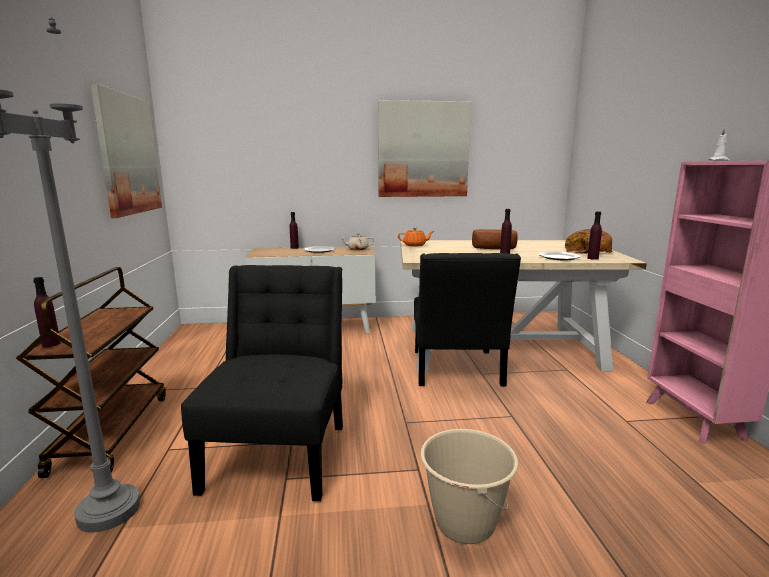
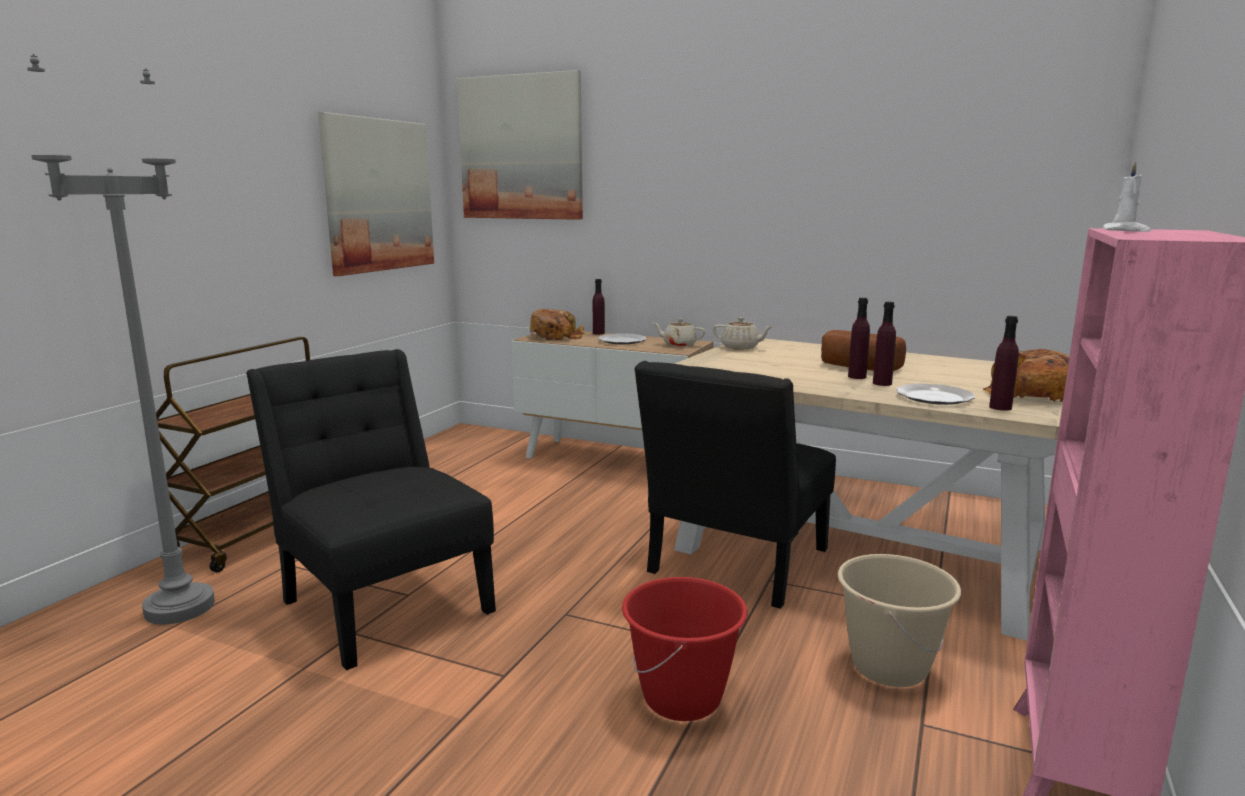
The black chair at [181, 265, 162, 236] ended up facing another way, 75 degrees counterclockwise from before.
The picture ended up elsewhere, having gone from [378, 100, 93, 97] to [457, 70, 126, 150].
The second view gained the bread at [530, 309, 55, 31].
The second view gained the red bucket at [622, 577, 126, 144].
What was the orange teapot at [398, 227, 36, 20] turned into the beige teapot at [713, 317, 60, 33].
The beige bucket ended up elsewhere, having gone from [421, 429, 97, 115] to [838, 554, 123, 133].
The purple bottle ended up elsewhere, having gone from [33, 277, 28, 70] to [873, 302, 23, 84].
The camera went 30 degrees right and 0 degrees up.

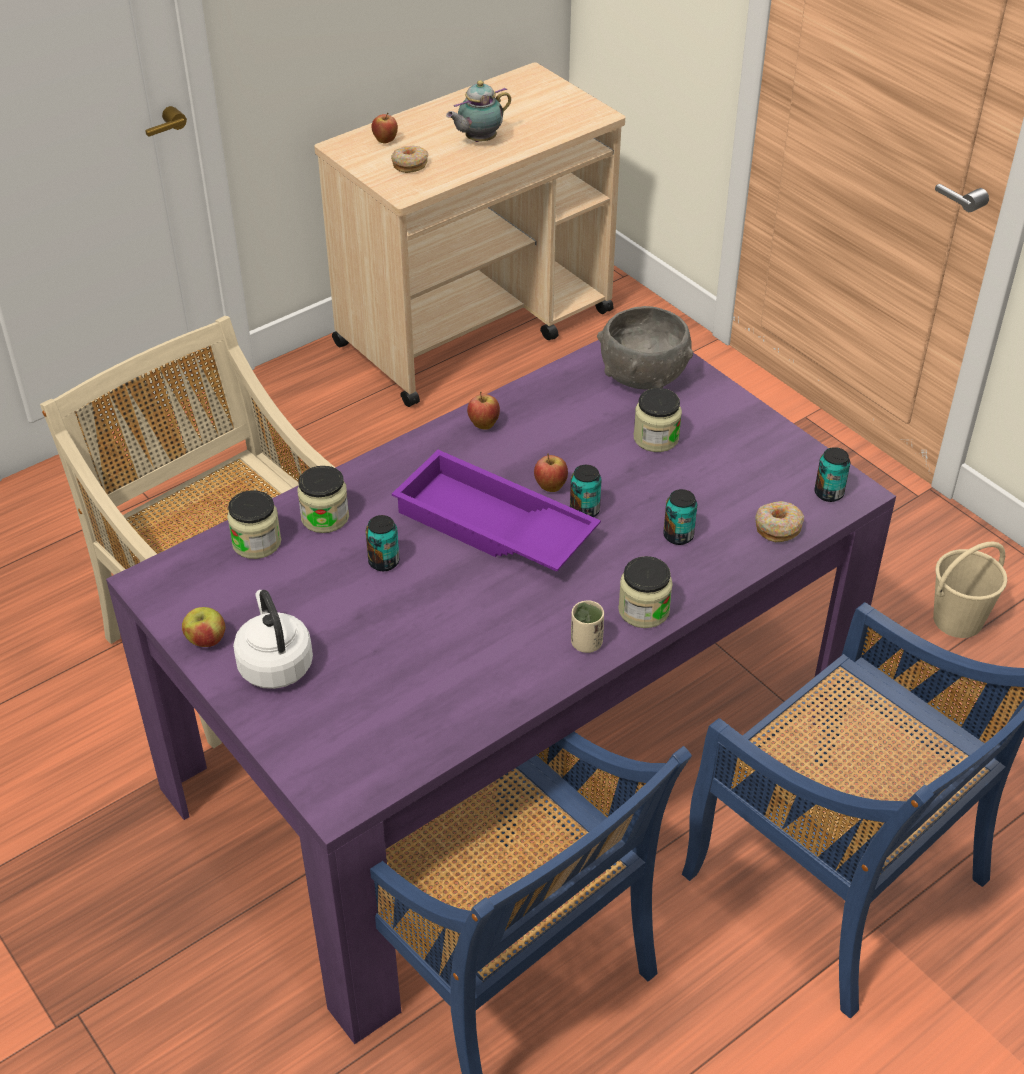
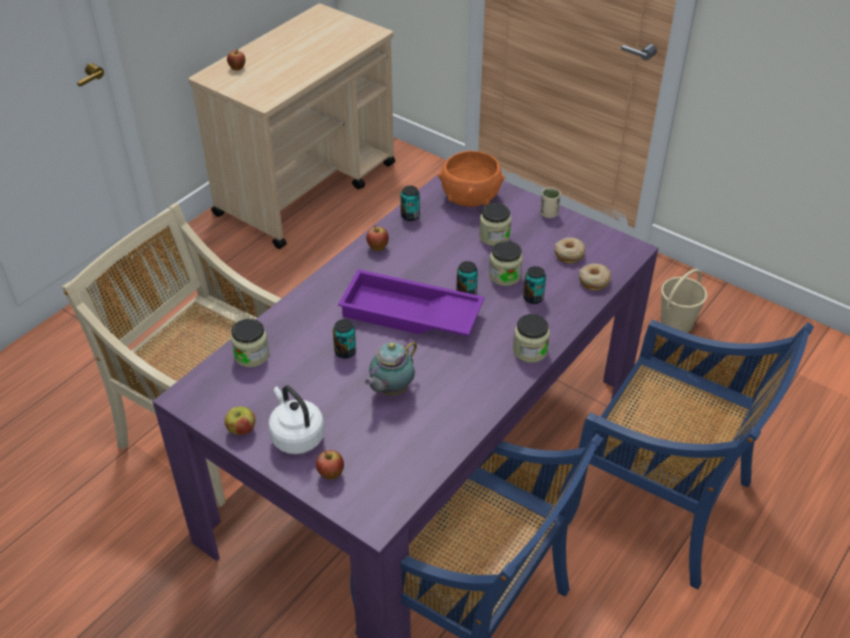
The apple ended up elsewhere, having gone from [534, 453, 34, 39] to [316, 450, 28, 30].
The teapot ended up elsewhere, having gone from [446, 80, 65, 62] to [363, 339, 54, 56].
The can ended up elsewhere, having gone from [814, 447, 36, 55] to [400, 186, 20, 35].
What was the grey bowl at [597, 306, 96, 83] turned into the orange bowl at [438, 151, 67, 56].
The jar ended up elsewhere, having gone from [298, 466, 51, 67] to [489, 241, 34, 45].
The beige cup ended up elsewhere, having gone from [571, 600, 33, 53] to [540, 187, 21, 31].
The donut ended up elsewhere, having gone from [391, 146, 38, 27] to [554, 237, 31, 27].
The camera went 15 degrees left and 0 degrees up.

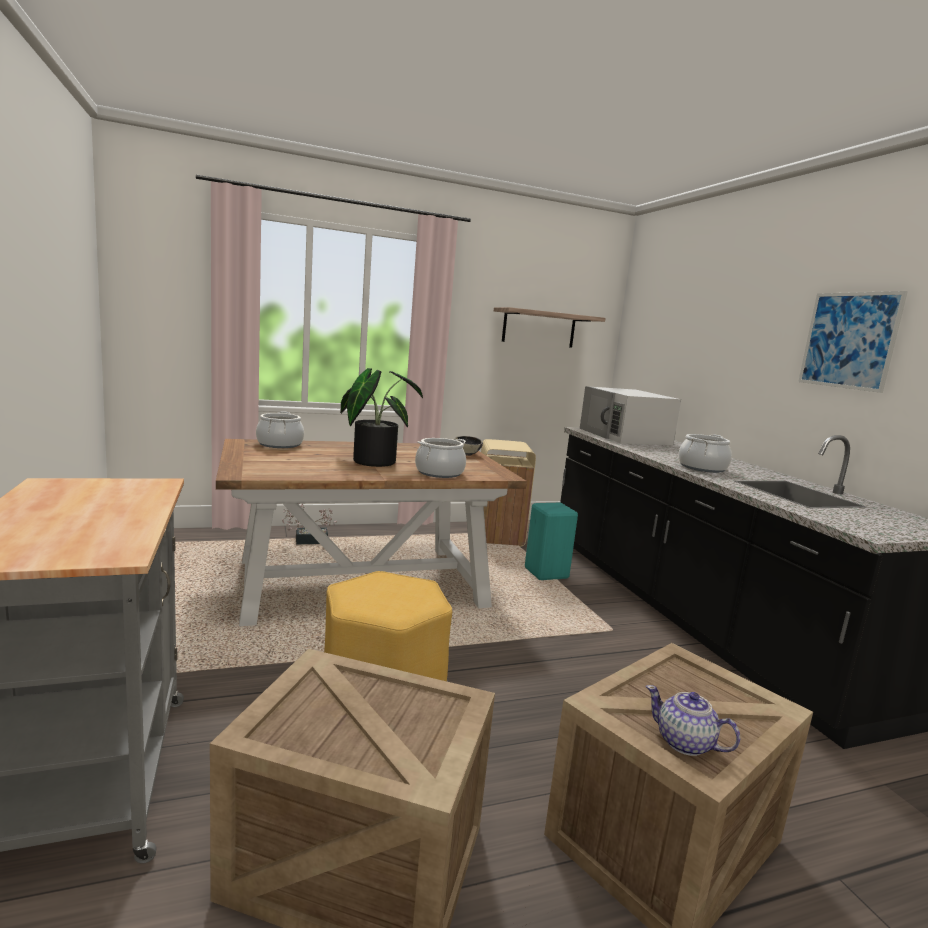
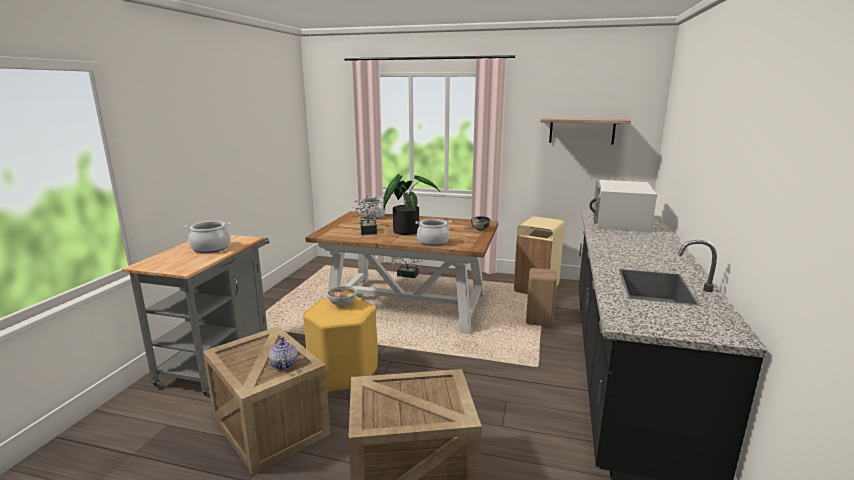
The cooking pot ended up elsewhere, having gone from [678, 434, 54, 39] to [184, 221, 47, 32].
The teapot ended up elsewhere, having gone from [646, 685, 94, 71] to [269, 336, 29, 34].
The second view gained the bowl at [327, 286, 30, 21].
The second view gained the potted plant at [353, 196, 27, 39].
What was the turquoise stool at [525, 503, 53, 77] turned into the beige stool at [526, 268, 31, 59].
The second view lost the picture at [798, 291, 110, 102].
The camera went 35 degrees right and 5 degrees up.

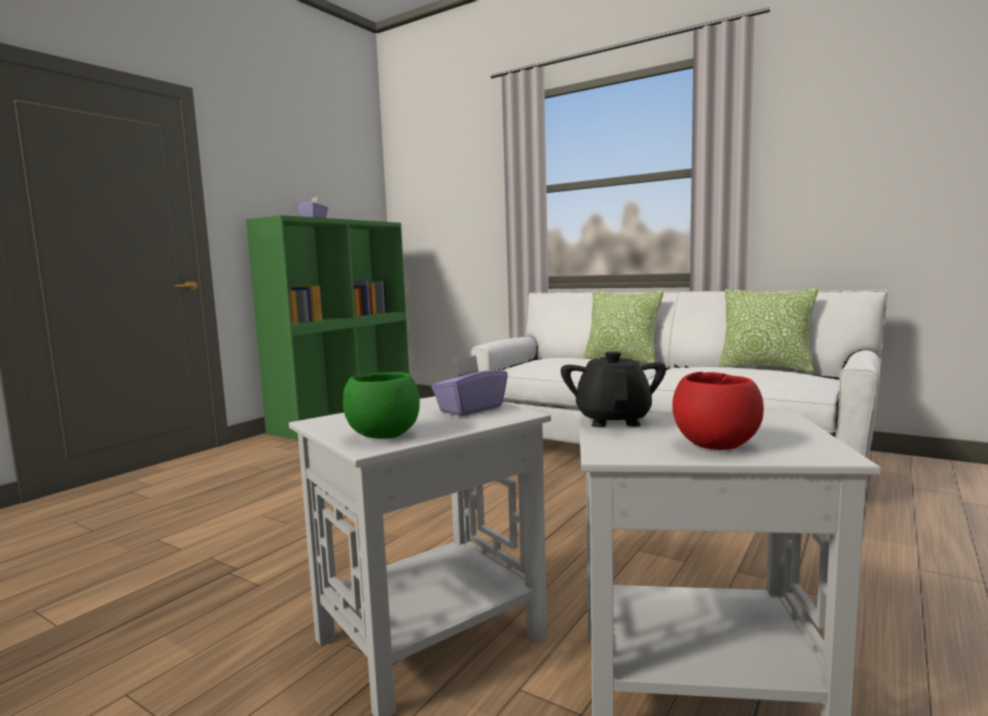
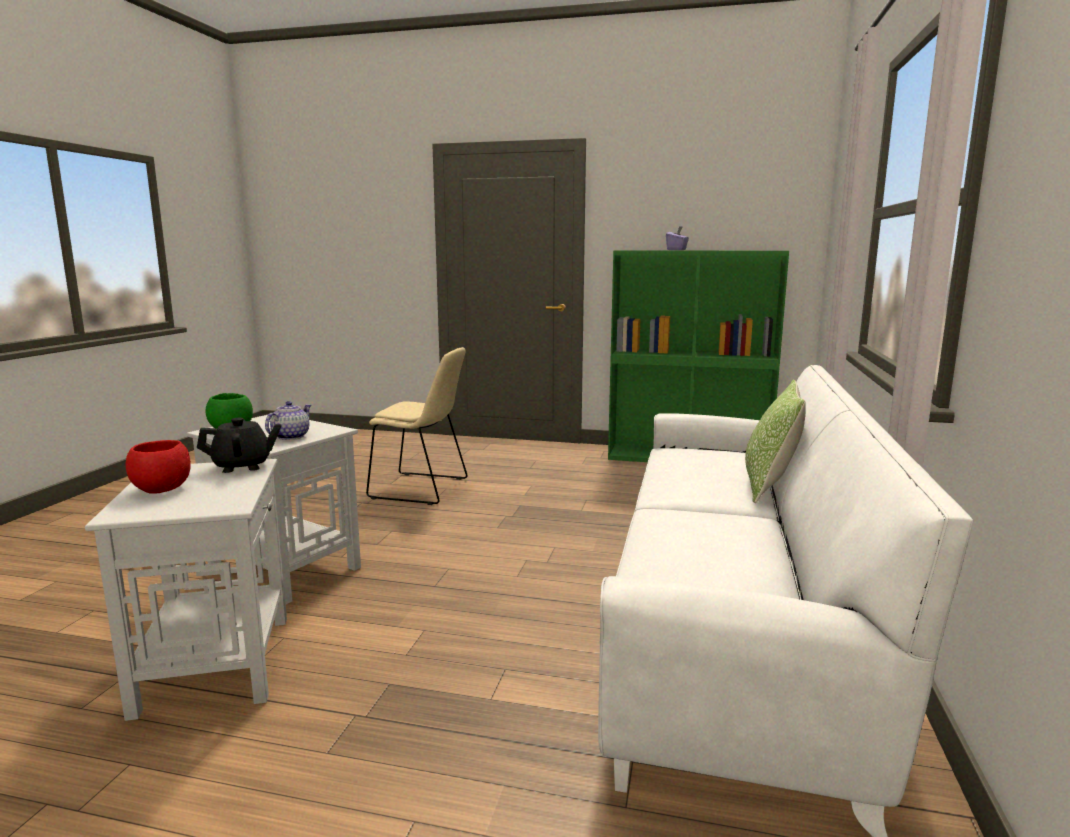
Where the purple tissue box stood at [431, 355, 77, 61], the teapot came to stand at [265, 401, 47, 39].
The second view gained the beige chair at [366, 347, 101, 158].
The second view lost the pillow at [718, 288, 100, 84].
The camera went 70 degrees right and 5 degrees up.

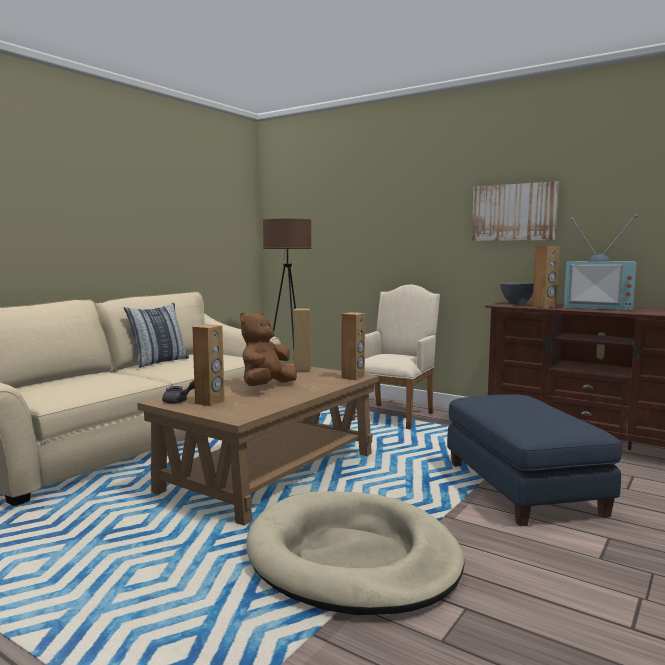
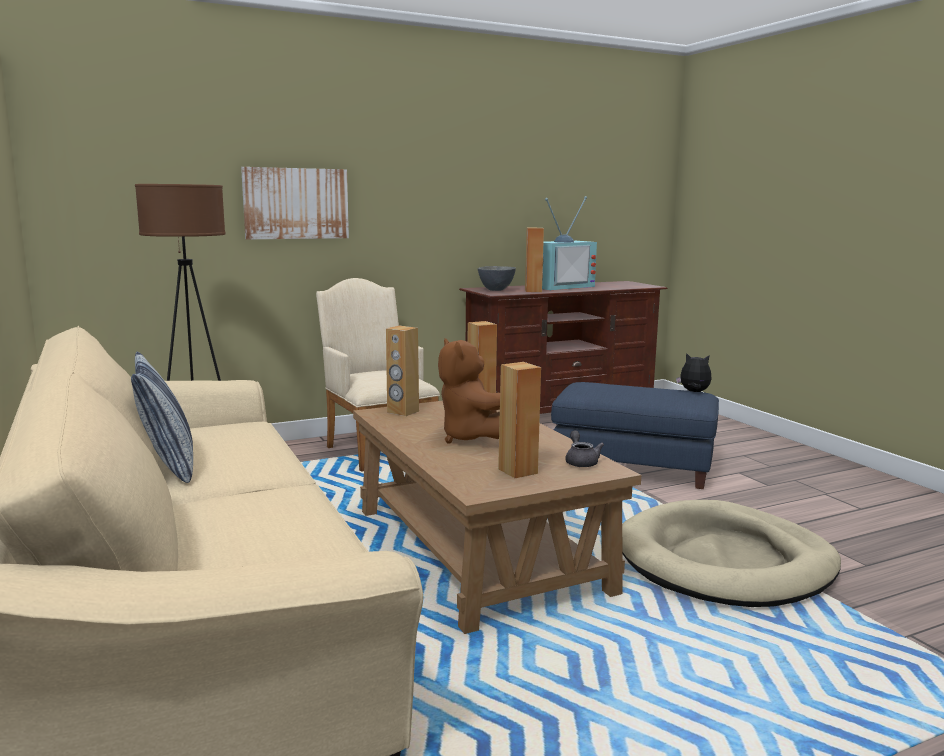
The picture ended up elsewhere, having gone from [472, 181, 87, 60] to [241, 167, 108, 72].
The grey teapot ended up elsewhere, having gone from [162, 380, 33, 24] to [565, 430, 39, 37].
The second view gained the plush toy at [676, 353, 36, 39].
The camera went 60 degrees left and 5 degrees up.

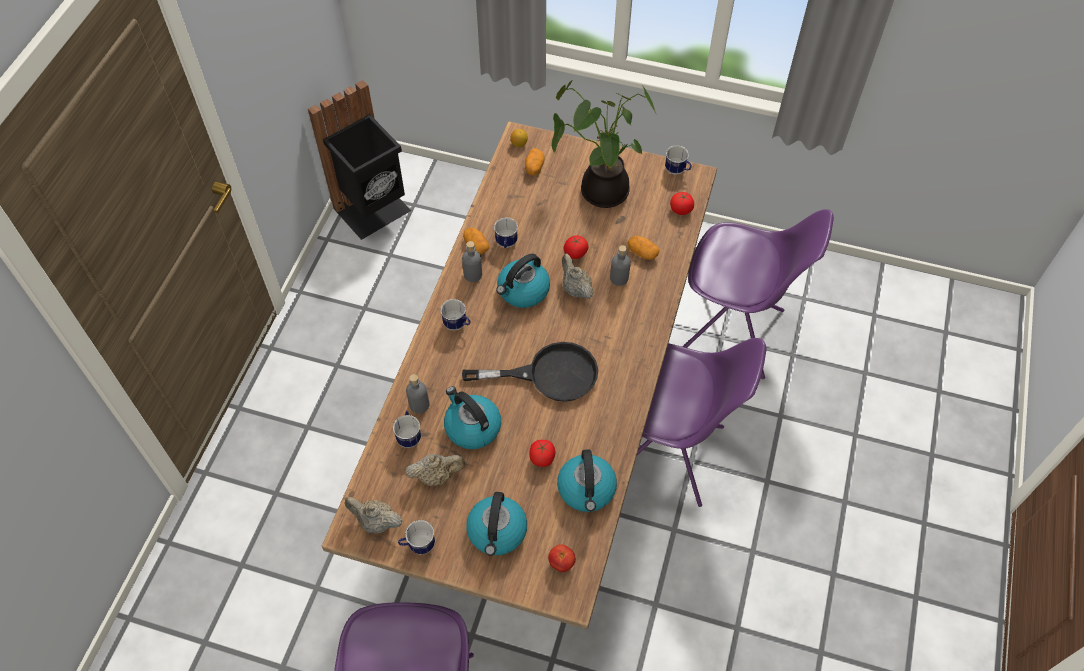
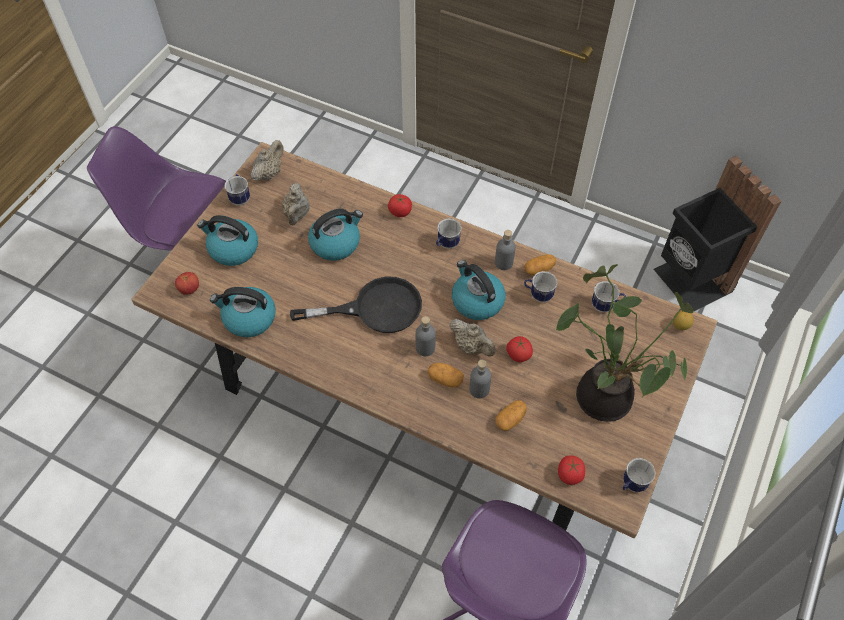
The black frying pan at [462, 342, 136, 60] ended up facing another way, 105 degrees counterclockwise from before.
The tomato ended up elsewhere, having gone from [529, 440, 26, 27] to [388, 194, 24, 23].
The grey bottle ended up elsewhere, having gone from [406, 374, 23, 40] to [415, 316, 21, 40].
The potato ended up elsewhere, having gone from [525, 148, 20, 27] to [427, 363, 37, 25].
The beige teapot at [562, 254, 31, 45] ended up facing another way, 60 degrees clockwise from before.
The mug ended up elsewhere, having gone from [393, 411, 28, 37] to [592, 281, 34, 31].
The second view lost the purple chair at [637, 338, 129, 169].
The camera went 100 degrees right and 0 degrees up.

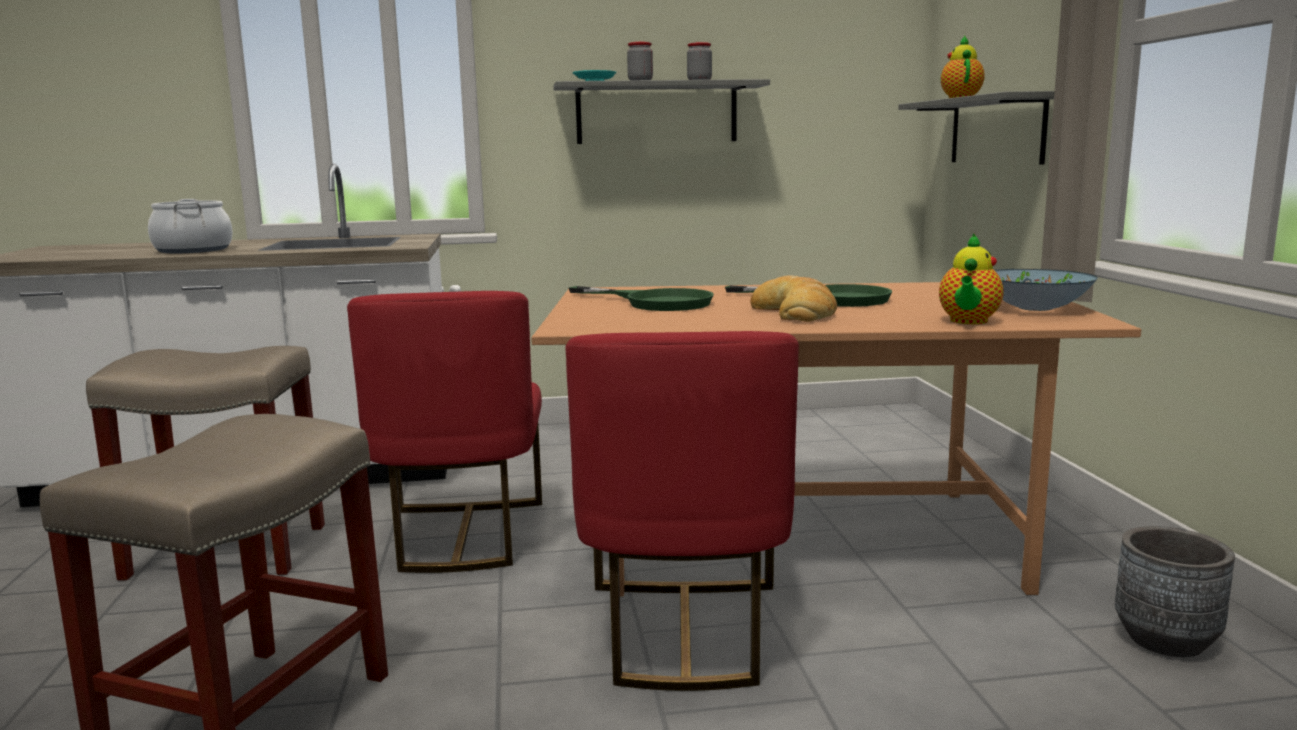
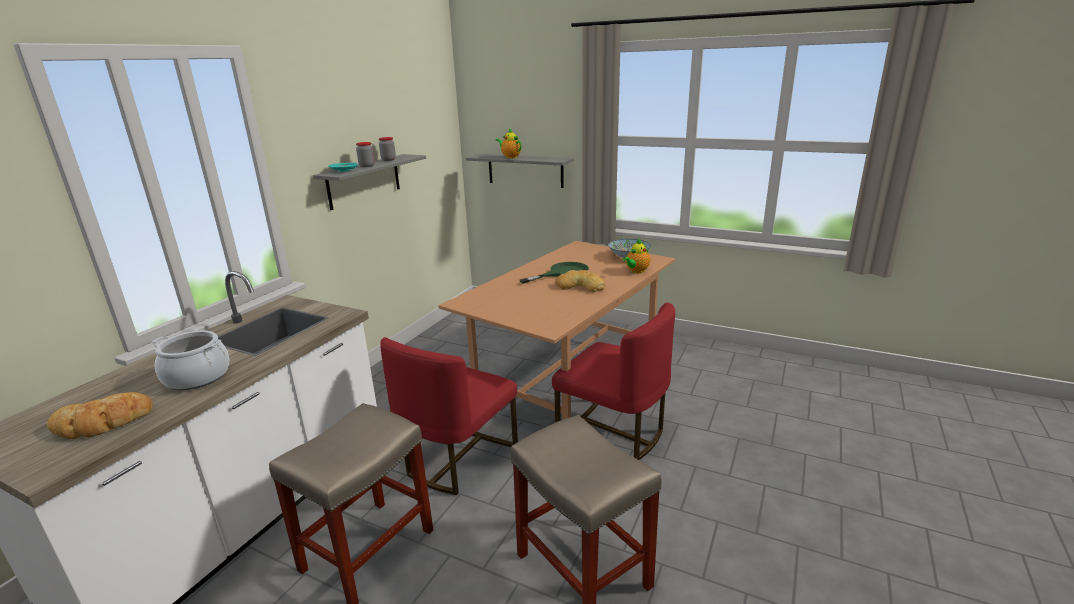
The second view gained the bread at [47, 392, 106, 47].
The red chair at [347, 291, 195, 282] ended up facing another way, 90 degrees clockwise from before.
The teapot at [939, 234, 65, 90] ended up facing another way, 75 degrees clockwise from before.
The second view lost the green frying pan at [569, 286, 145, 25].
The second view lost the grey planter at [1115, 526, 120, 131].
The camera went 55 degrees left and 10 degrees up.

